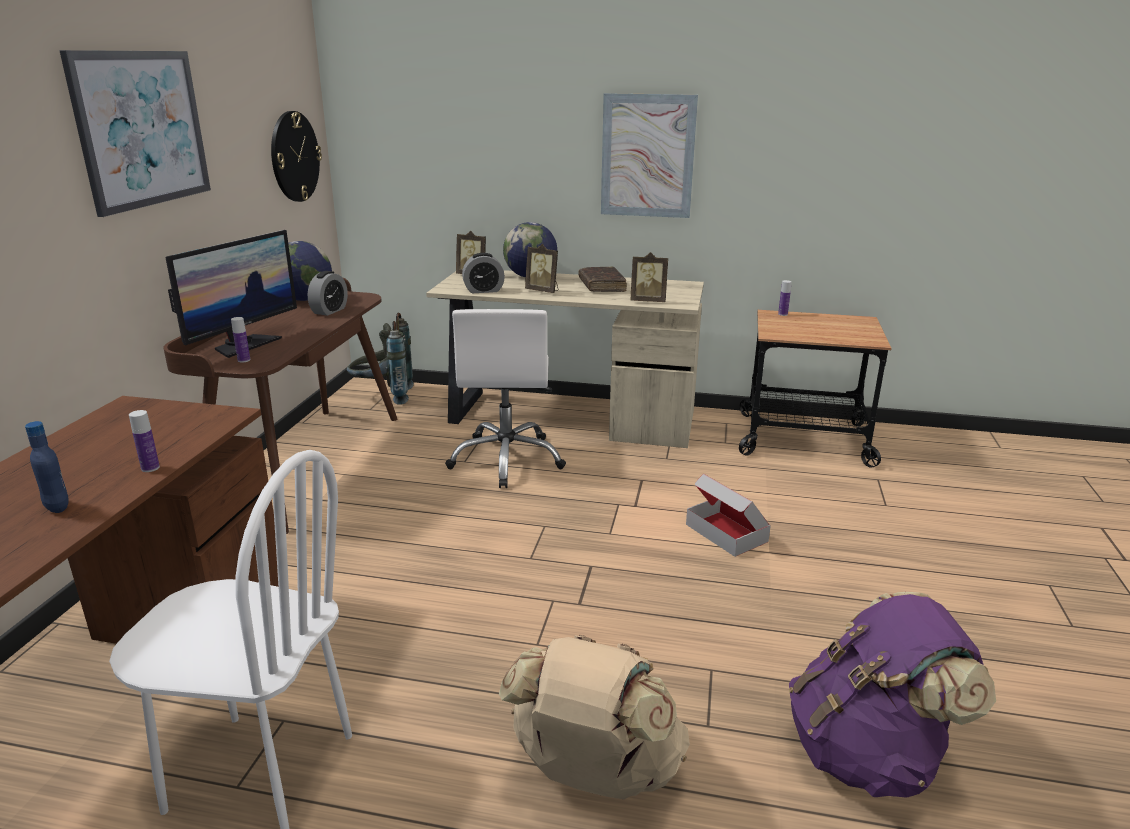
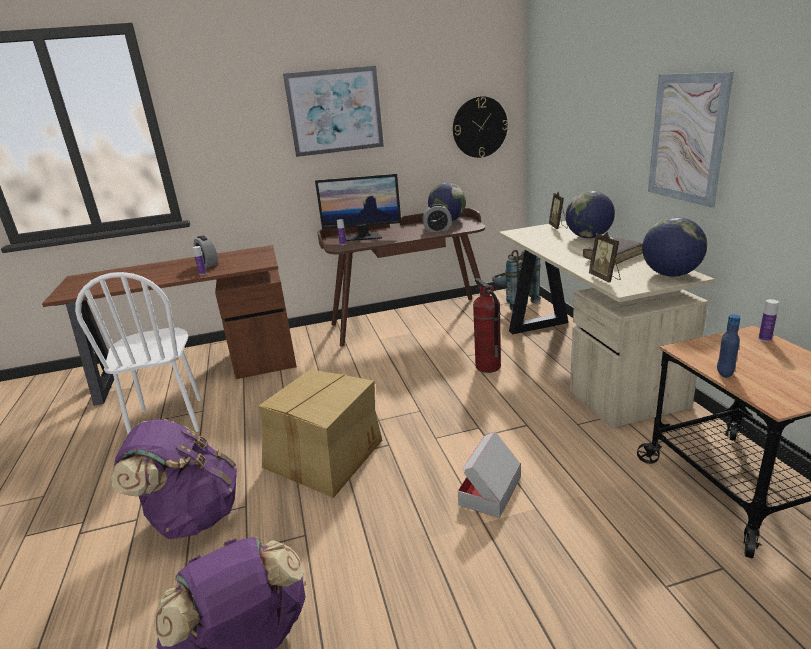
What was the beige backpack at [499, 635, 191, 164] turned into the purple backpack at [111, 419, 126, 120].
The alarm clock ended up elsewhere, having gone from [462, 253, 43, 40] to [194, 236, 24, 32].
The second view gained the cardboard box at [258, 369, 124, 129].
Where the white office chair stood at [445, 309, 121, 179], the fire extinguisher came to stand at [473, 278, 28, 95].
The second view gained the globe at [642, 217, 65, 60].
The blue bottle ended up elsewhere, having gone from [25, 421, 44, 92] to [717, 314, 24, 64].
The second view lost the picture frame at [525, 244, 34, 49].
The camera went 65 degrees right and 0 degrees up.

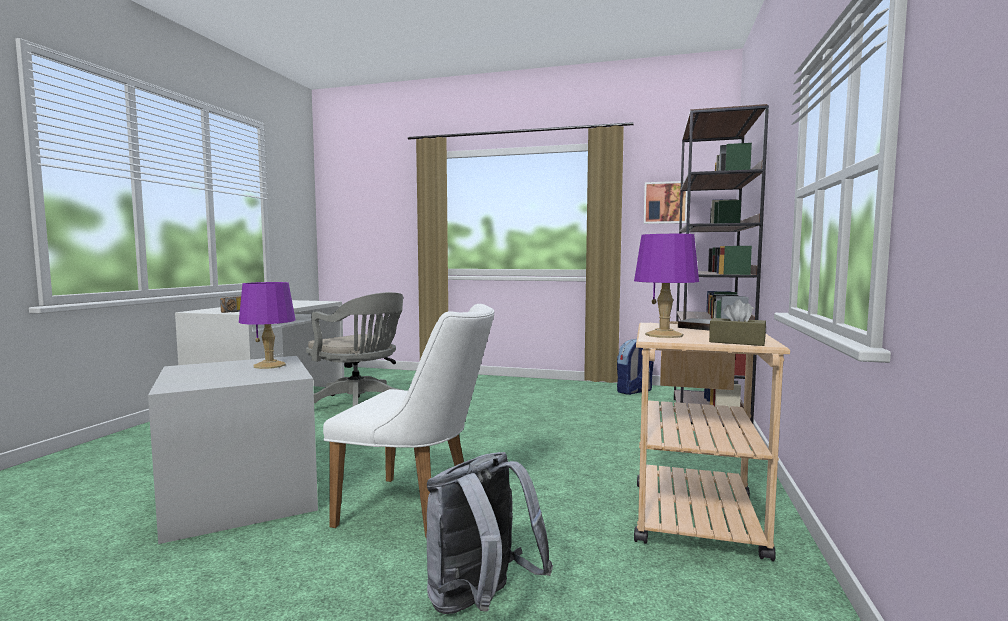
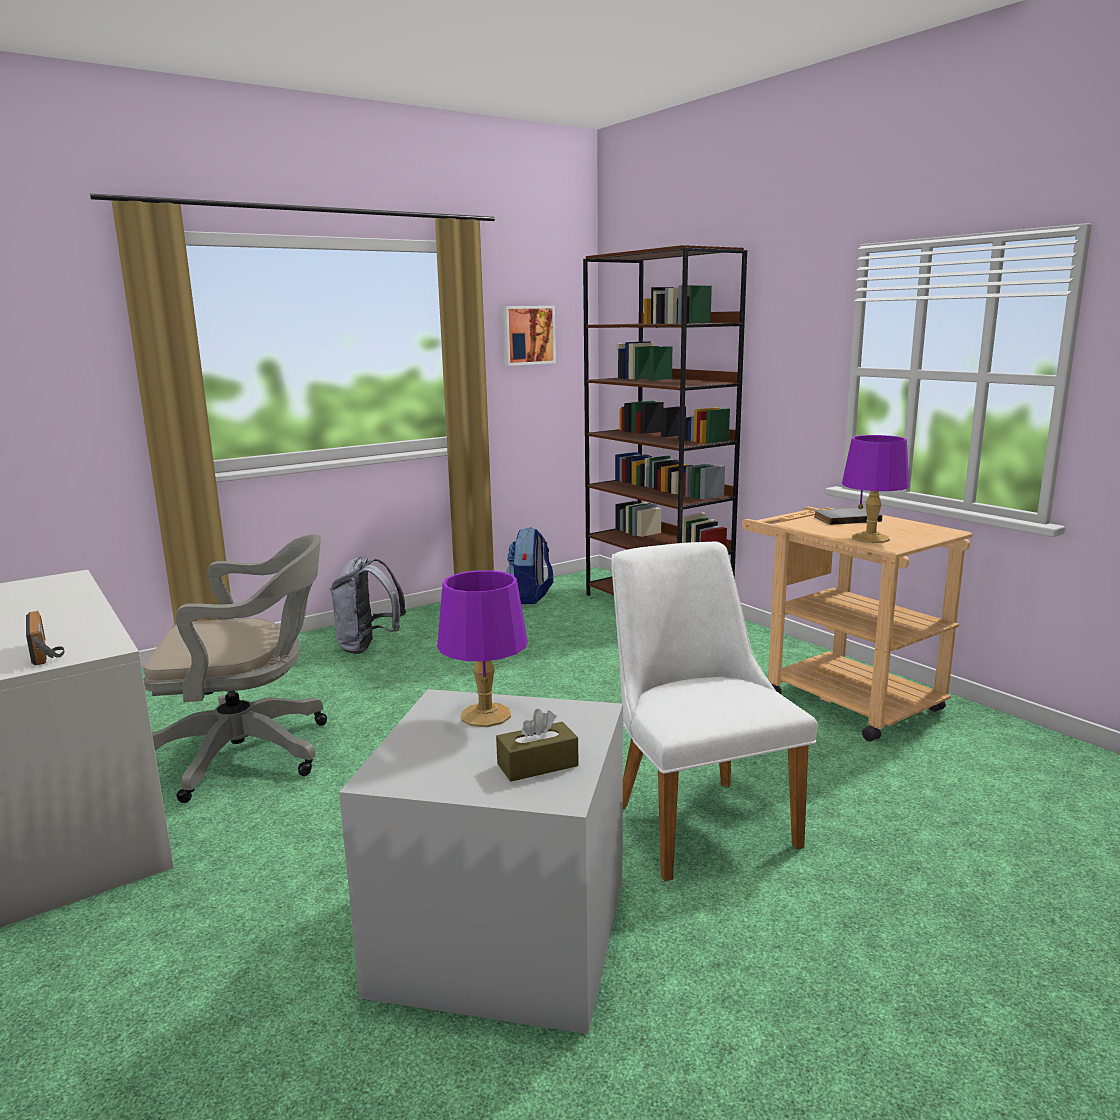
The grey backpack ended up elsewhere, having gone from [426, 452, 127, 162] to [330, 556, 76, 98].
The brown tissue box ended up elsewhere, having gone from [709, 300, 57, 46] to [496, 709, 83, 73].
The white chair at [323, 304, 171, 233] ended up facing another way, 75 degrees counterclockwise from before.
The camera went 50 degrees left and 10 degrees up.

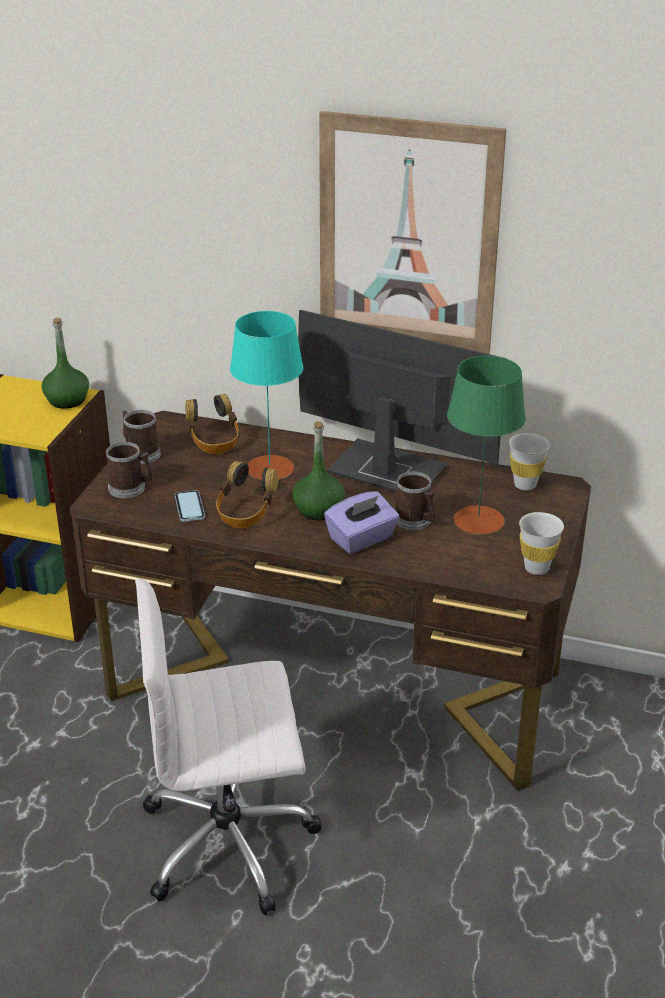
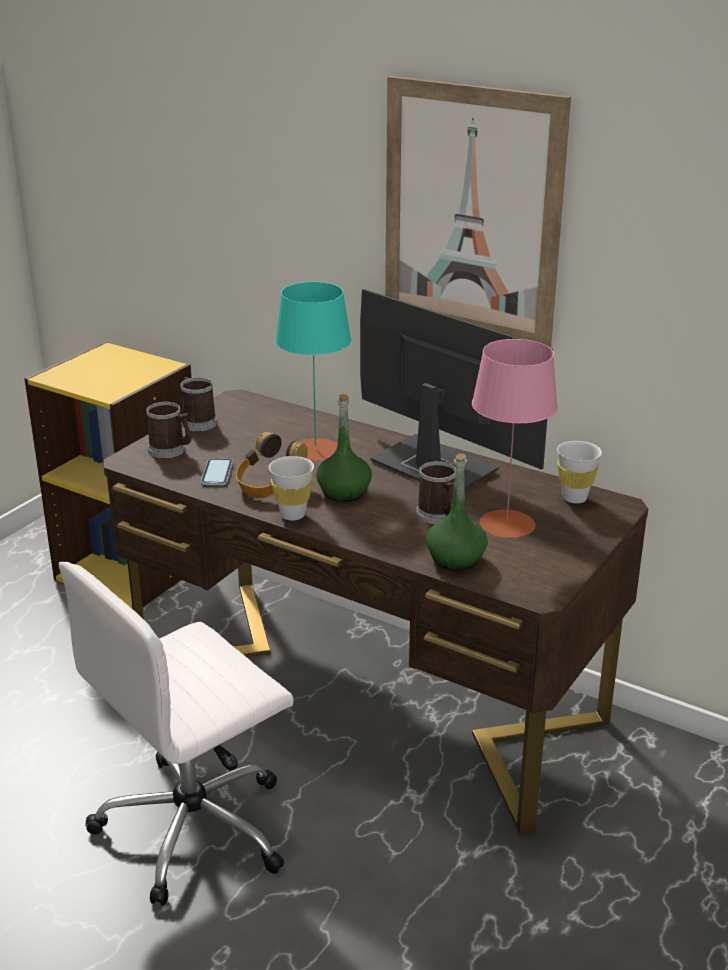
The white office chair at [135, 578, 187, 337] ended up facing another way, 45 degrees counterclockwise from before.
The white cup ended up elsewhere, having gone from [519, 512, 45, 63] to [269, 456, 45, 65].
The green bottle ended up elsewhere, having gone from [42, 318, 47, 91] to [426, 454, 62, 117].
What was the green table lamp at [447, 356, 79, 178] turned into the pink table lamp at [472, 339, 86, 199].
The second view lost the headphones at [186, 394, 53, 60].
The second view lost the purple tissue box at [324, 491, 75, 63].
The camera went 15 degrees right and 5 degrees down.

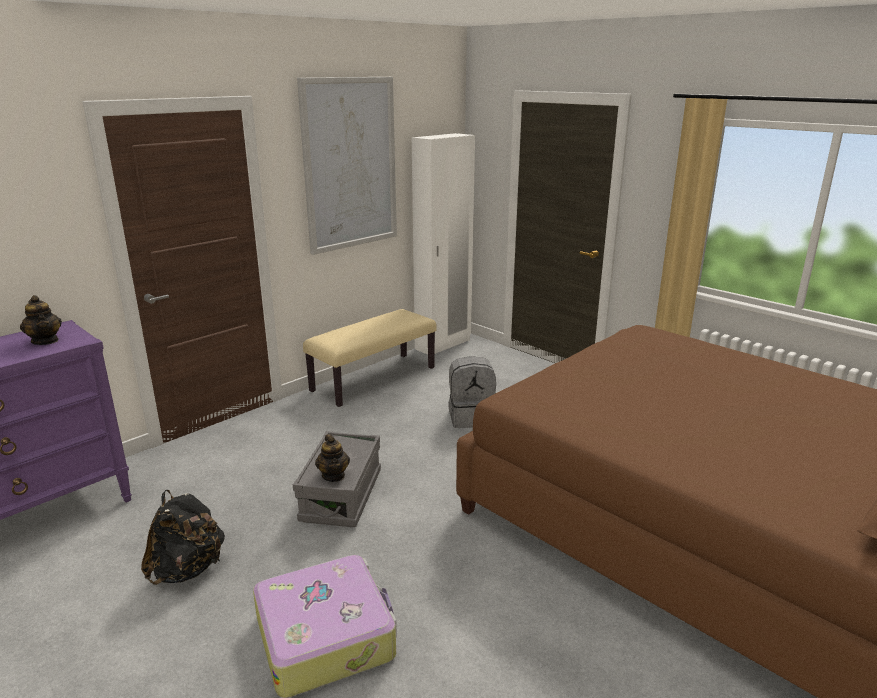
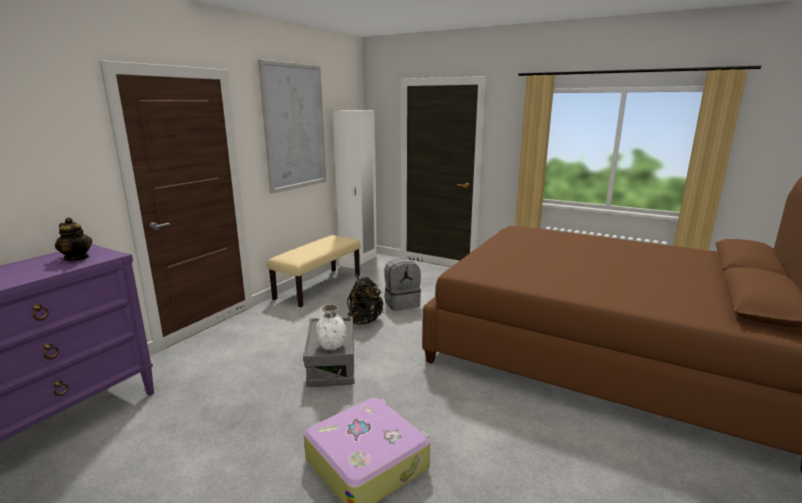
Where the teapot stood at [315, 434, 35, 48], the white vase came to stand at [315, 304, 32, 46].
The black backpack ended up elsewhere, having gone from [141, 490, 84, 95] to [347, 273, 37, 52].
The camera went 15 degrees left and 5 degrees down.

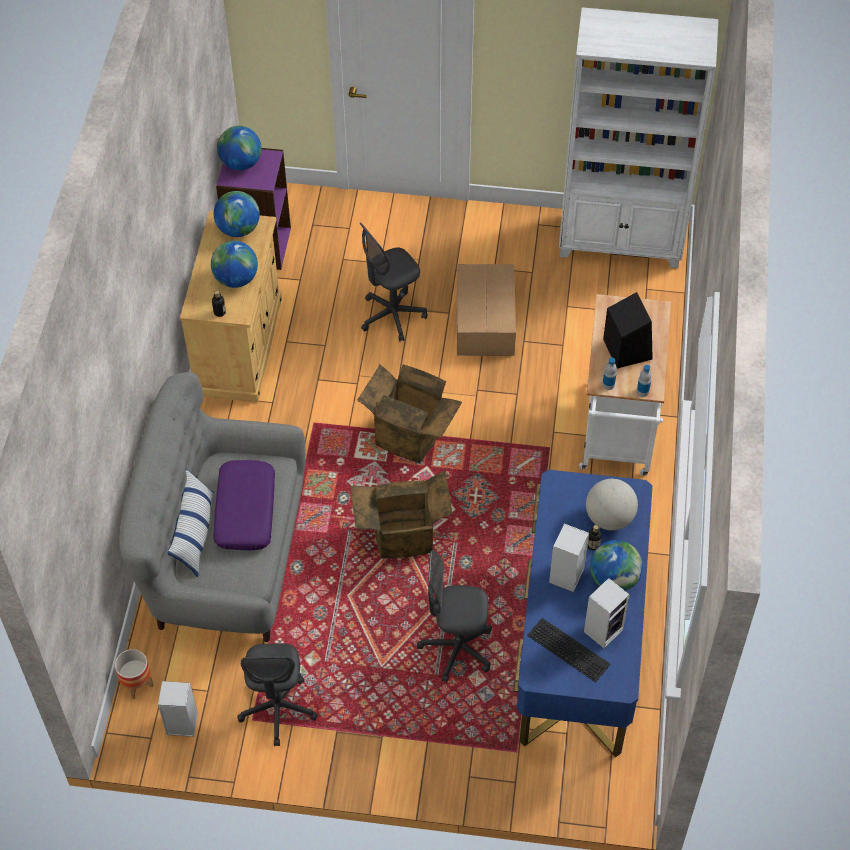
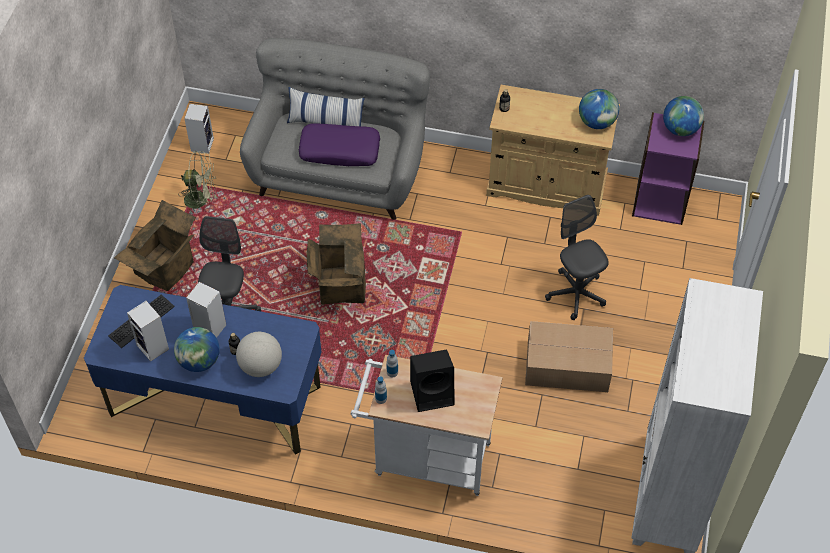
The cardboard box ended up elsewhere, having gone from [357, 364, 105, 99] to [114, 200, 82, 91].
Where the grey office chair stood at [237, 643, 81, 103], the green fan came to stand at [178, 151, 38, 59].
The second view lost the planter at [115, 649, 38, 50].
The second view lost the globe at [211, 241, 47, 47].
The camera went 95 degrees right and 0 degrees up.

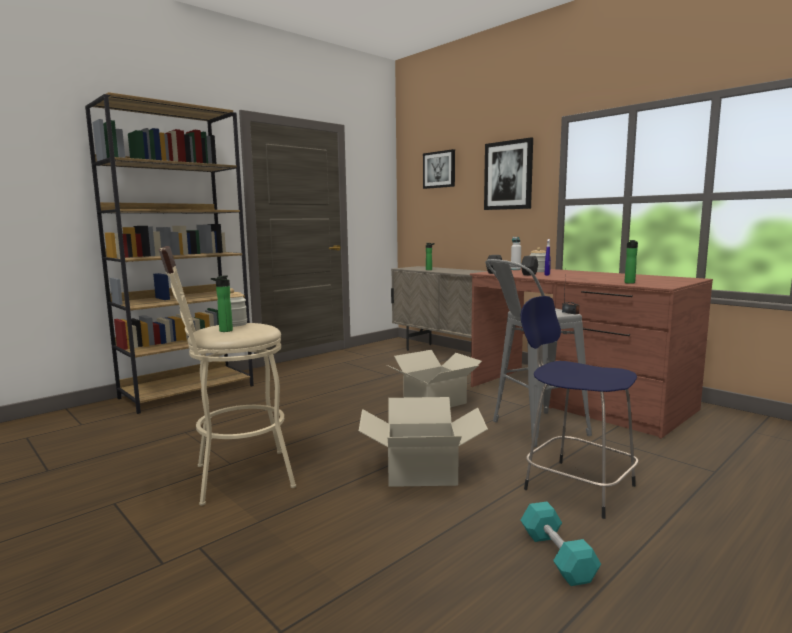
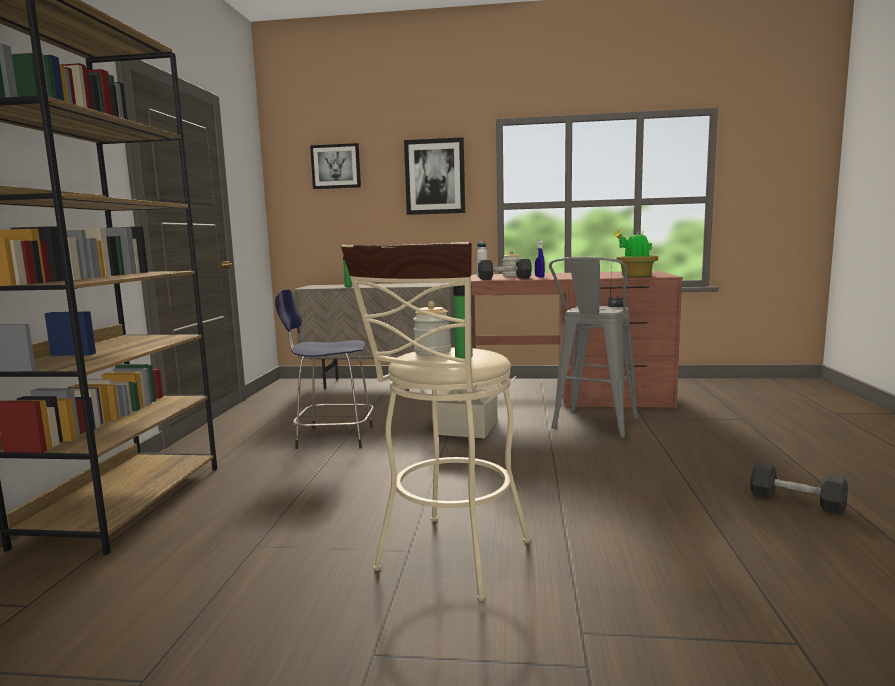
The blue stool ended up elsewhere, having gone from [521, 296, 118, 223] to [275, 290, 99, 159].
Where the bottle stood at [624, 240, 14, 44], the potted plant came to stand at [613, 230, 45, 47].
What was the turquoise dumbbell at [520, 502, 81, 84] turned into the black dumbbell at [750, 462, 98, 52].
The second view lost the cardboard box at [359, 397, 129, 90].
The camera went 40 degrees left and 0 degrees up.

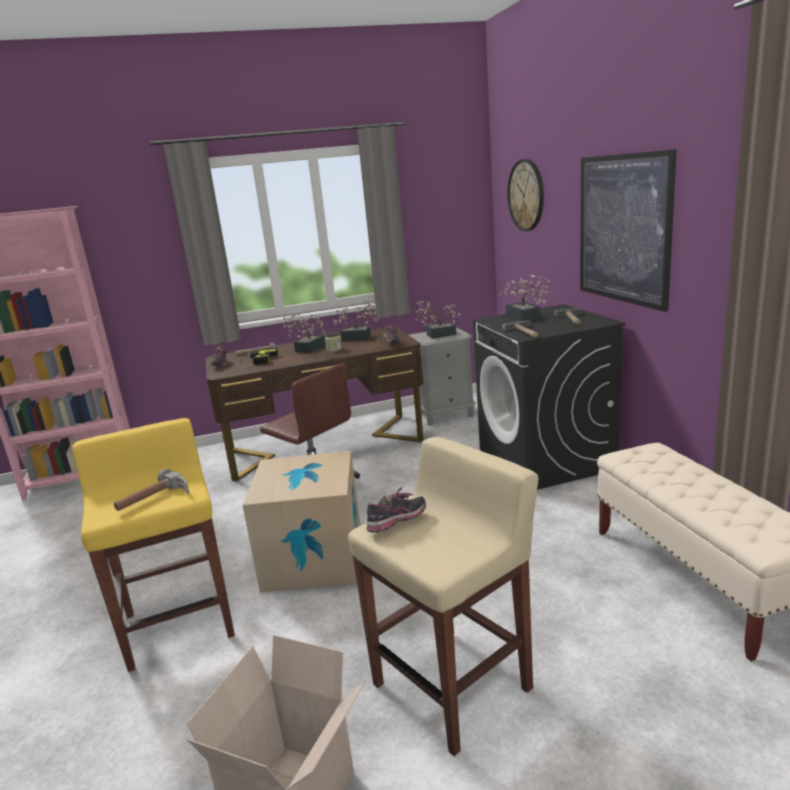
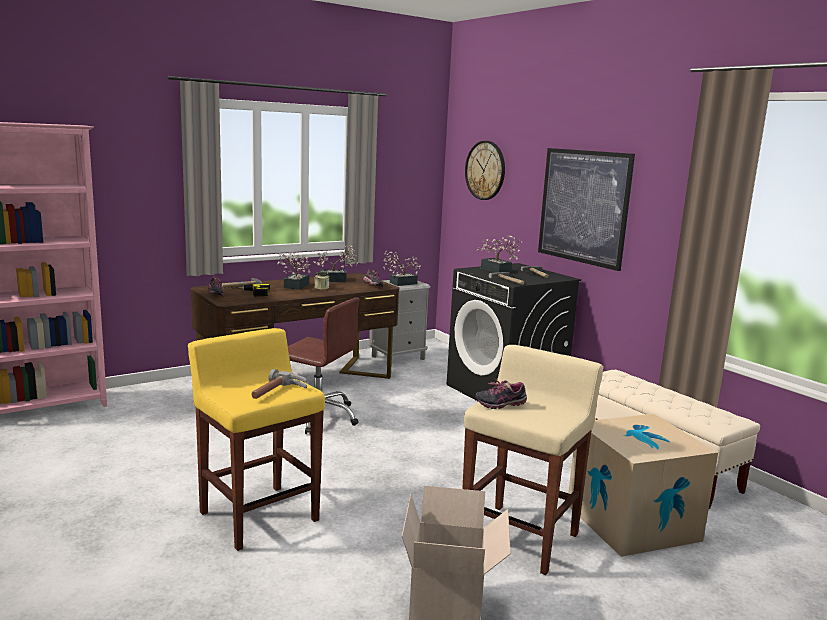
The shoe at [366, 487, 60, 46] ended up facing another way, 135 degrees counterclockwise from before.
The cardboard box ended up elsewhere, having gone from [243, 451, 118, 142] to [568, 414, 150, 143].
The camera went 20 degrees left and 5 degrees down.

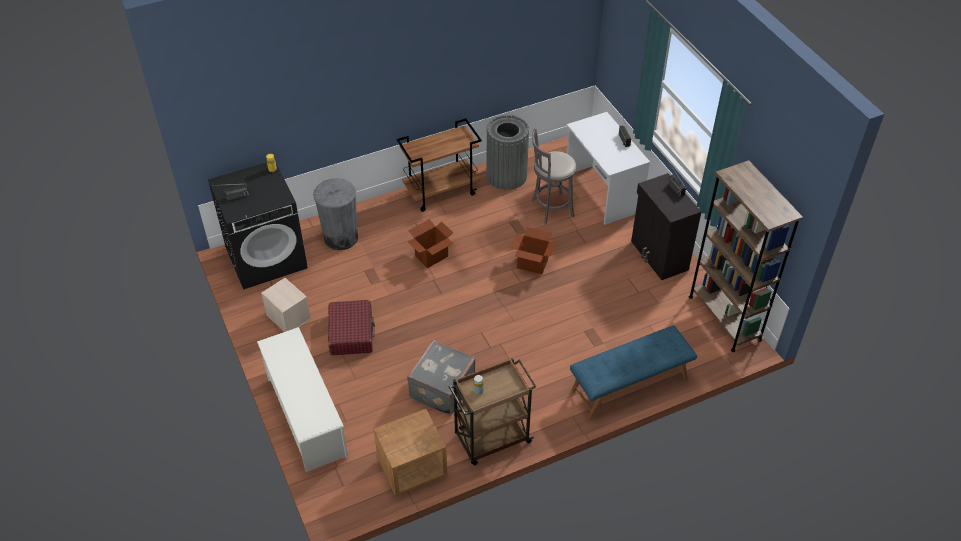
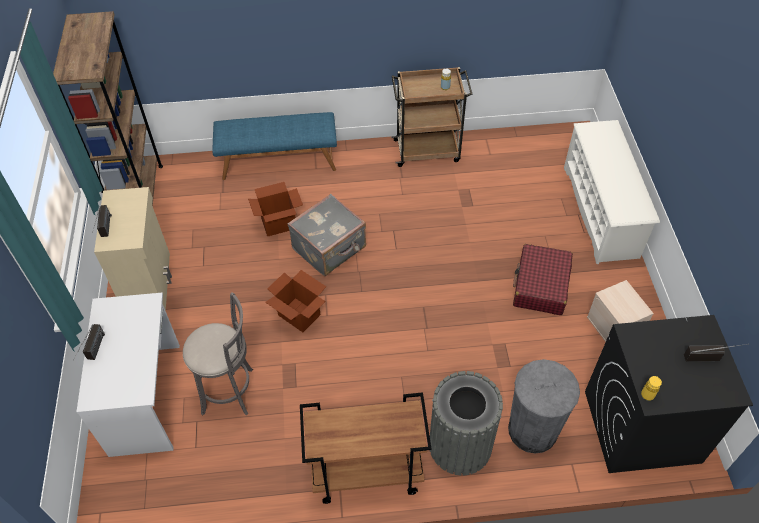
What was the black cabinet at [631, 173, 70, 107] turned into the beige cabinet at [94, 187, 78, 124].
The cardboard box ended up elsewhere, having gone from [408, 219, 45, 49] to [248, 182, 55, 54].
The grey suitcase ended up elsewhere, having gone from [407, 340, 69, 76] to [287, 194, 79, 82].
The grey trash can ended up elsewhere, having gone from [486, 115, 44, 75] to [430, 371, 73, 105].
The second view lost the brown nightstand at [373, 409, 75, 87].
The camera went 160 degrees left and 5 degrees up.

